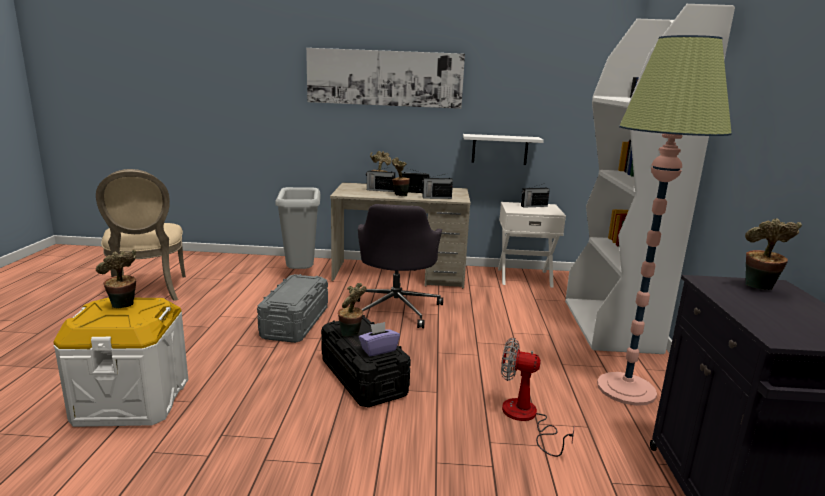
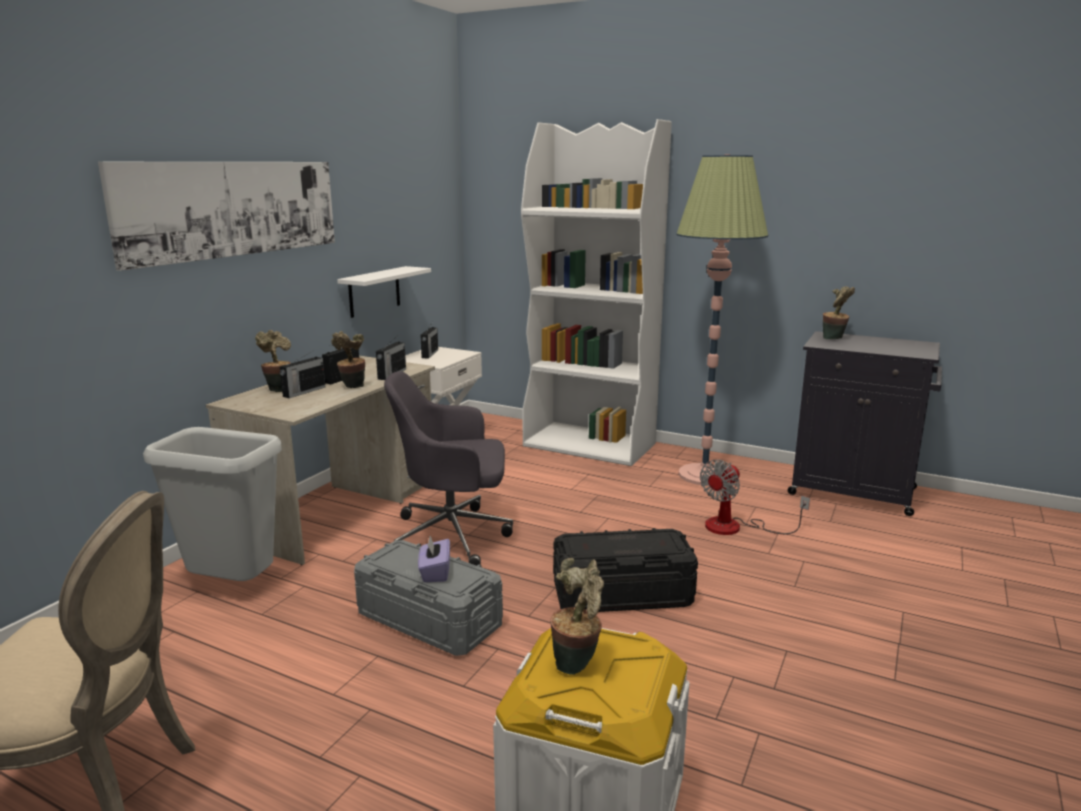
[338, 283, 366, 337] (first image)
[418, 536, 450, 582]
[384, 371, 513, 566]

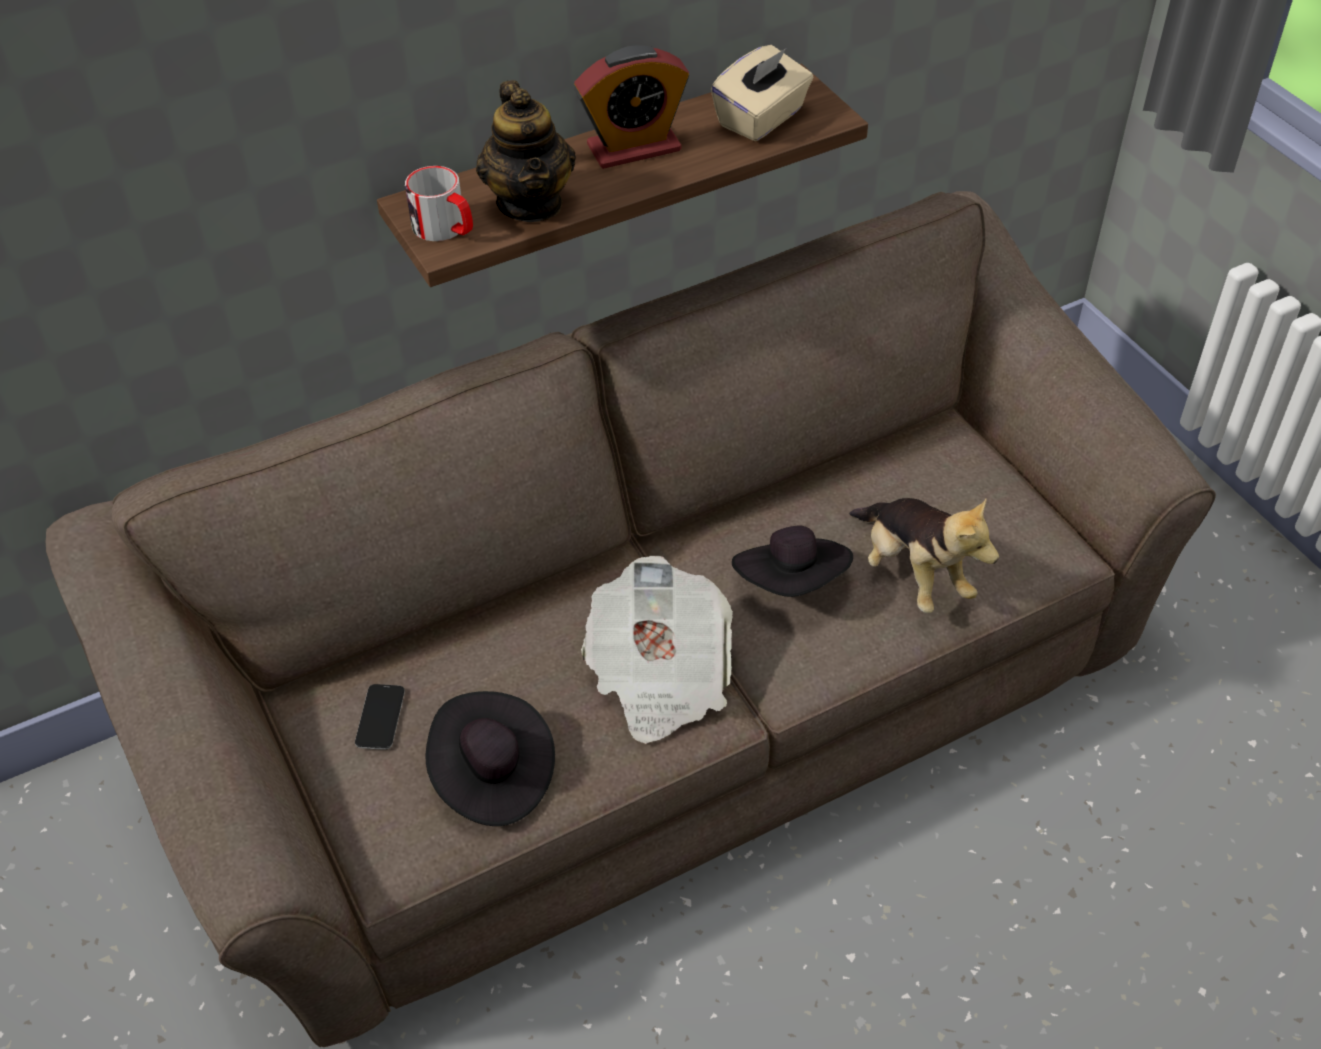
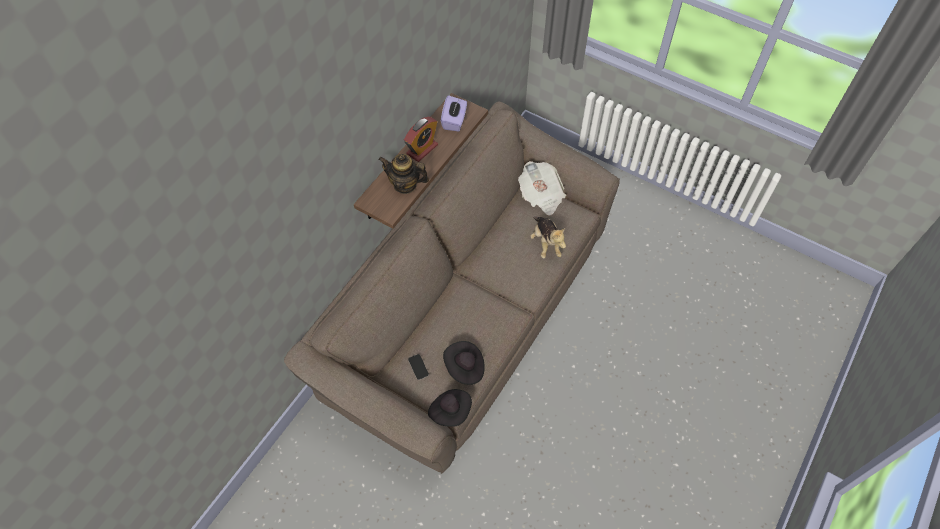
[405, 166, 473, 241] (first image)
[518, 161, 566, 215]
[428, 389, 472, 427]
[441, 95, 467, 132]
[379, 154, 429, 194]
[530, 217, 566, 259]

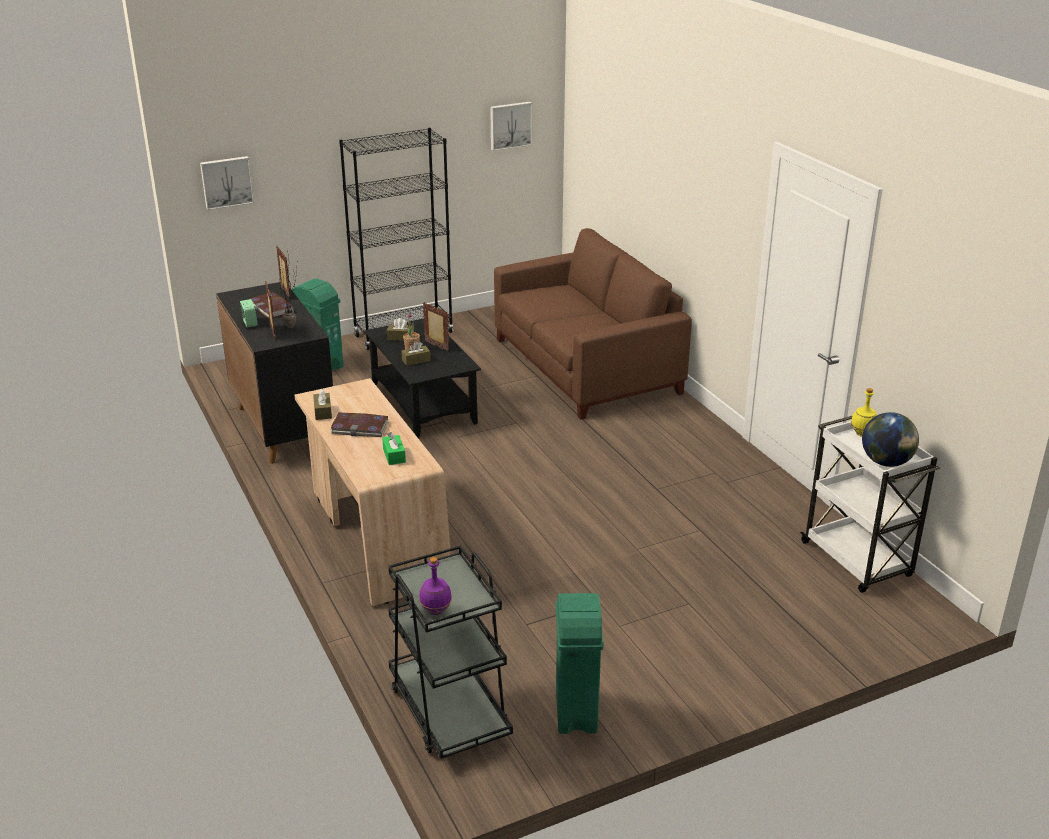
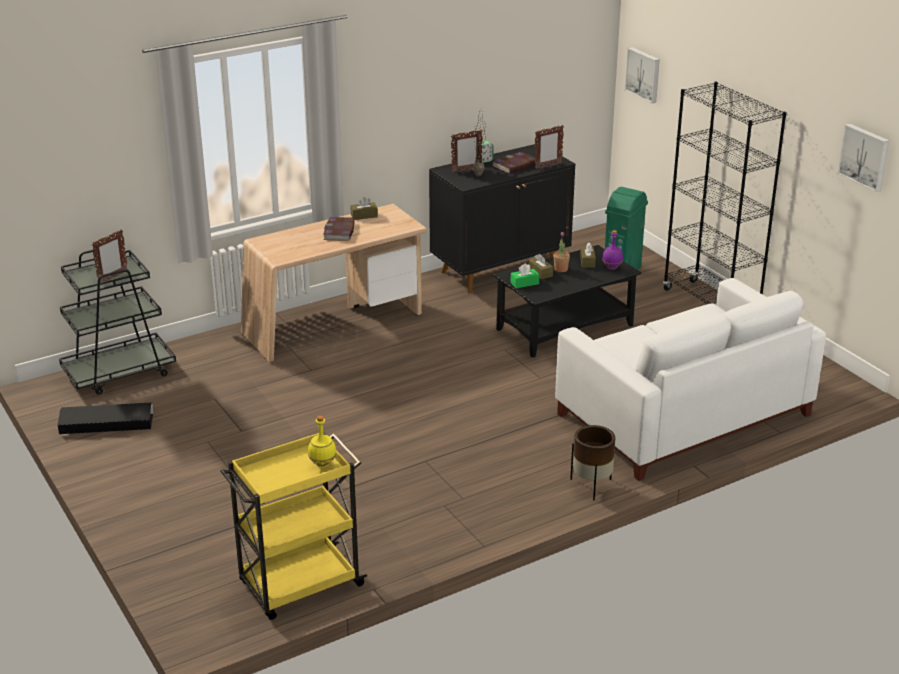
[862, 412, 919, 467] (first image)
[570, 425, 615, 501]
[511, 263, 539, 288]
[602, 230, 623, 270]
[92, 229, 128, 283]
[58, 402, 154, 435]
[555, 278, 826, 481]
[220, 432, 367, 620]

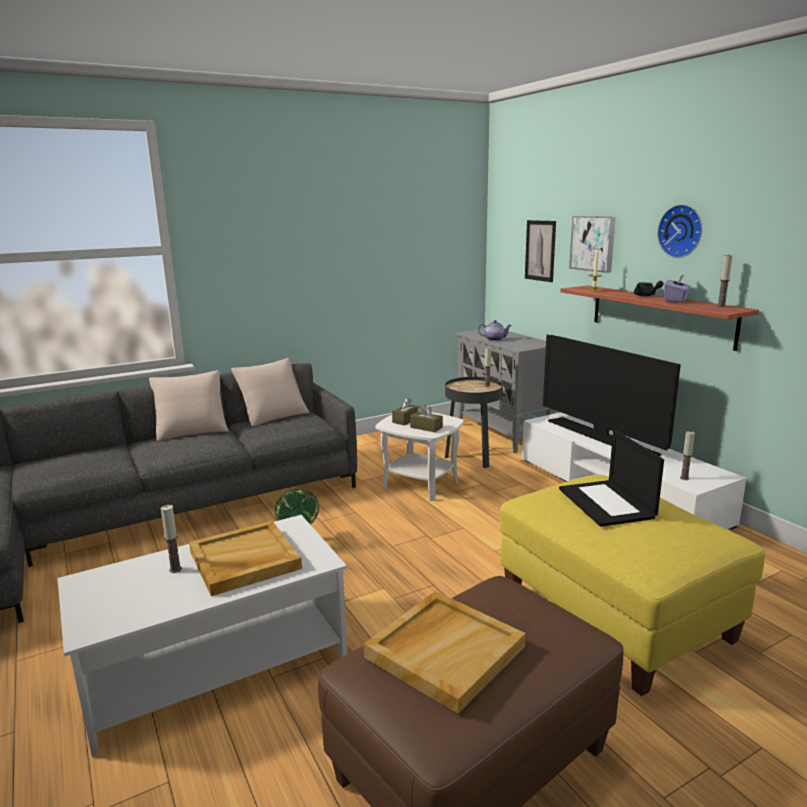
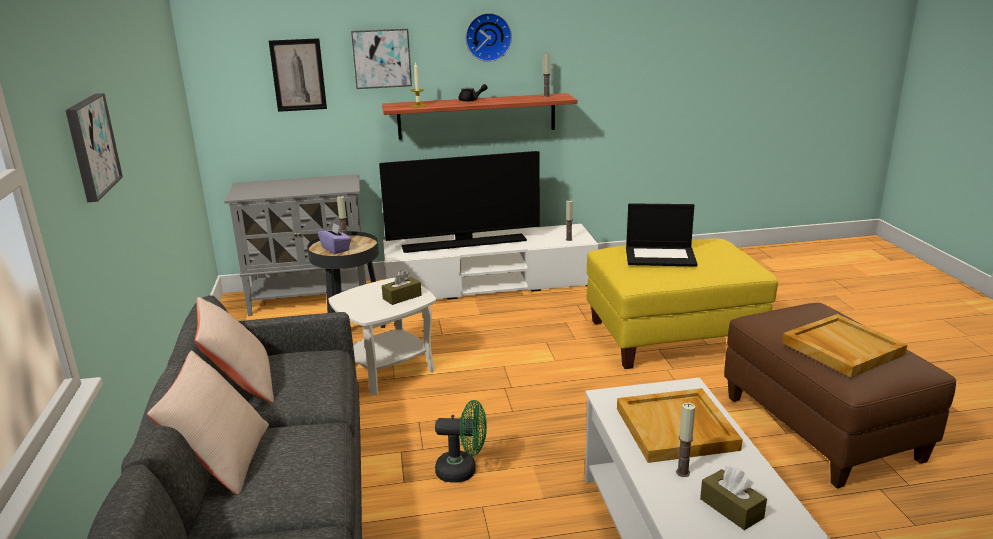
[478, 320, 512, 341] (first image)
[65, 93, 123, 202]
[700, 466, 767, 530]
[318, 223, 351, 254]

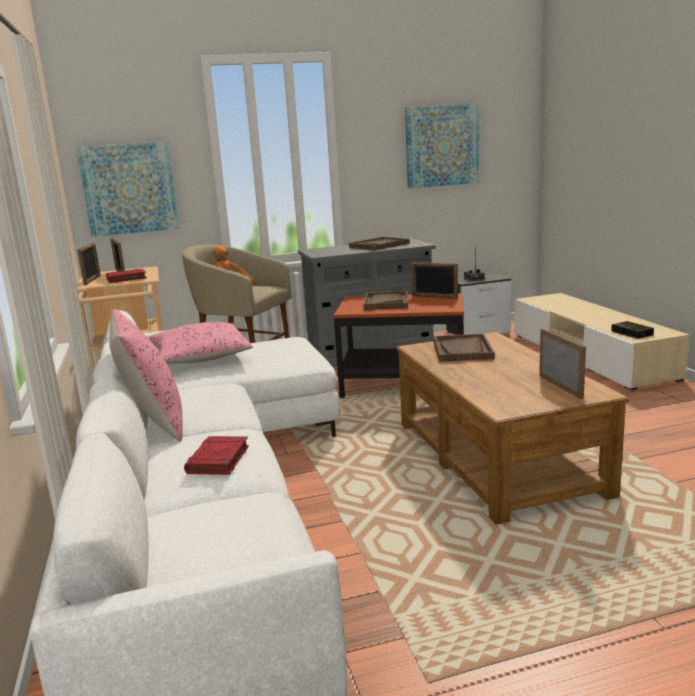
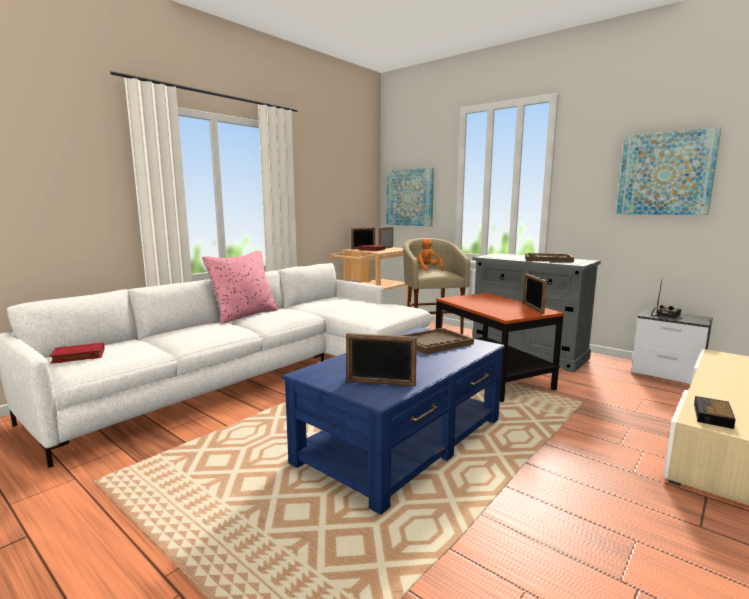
[149, 322, 253, 364] (first image)
[364, 291, 408, 310] (first image)
[49, 343, 105, 364]
[282, 327, 505, 515]
[346, 333, 417, 386]

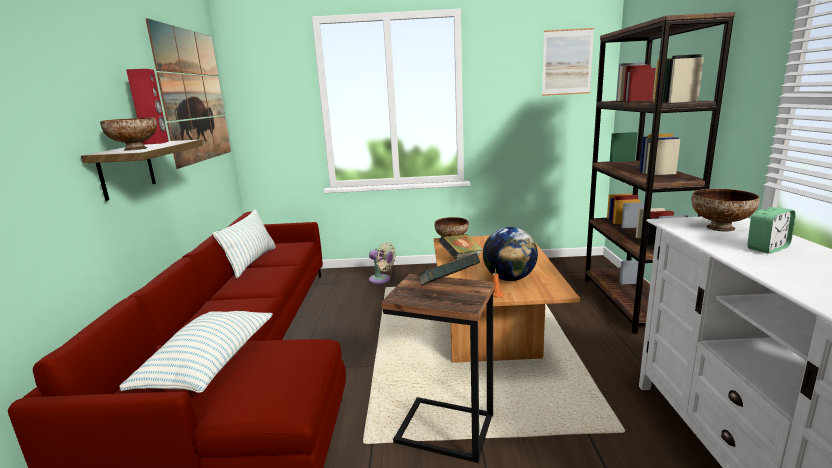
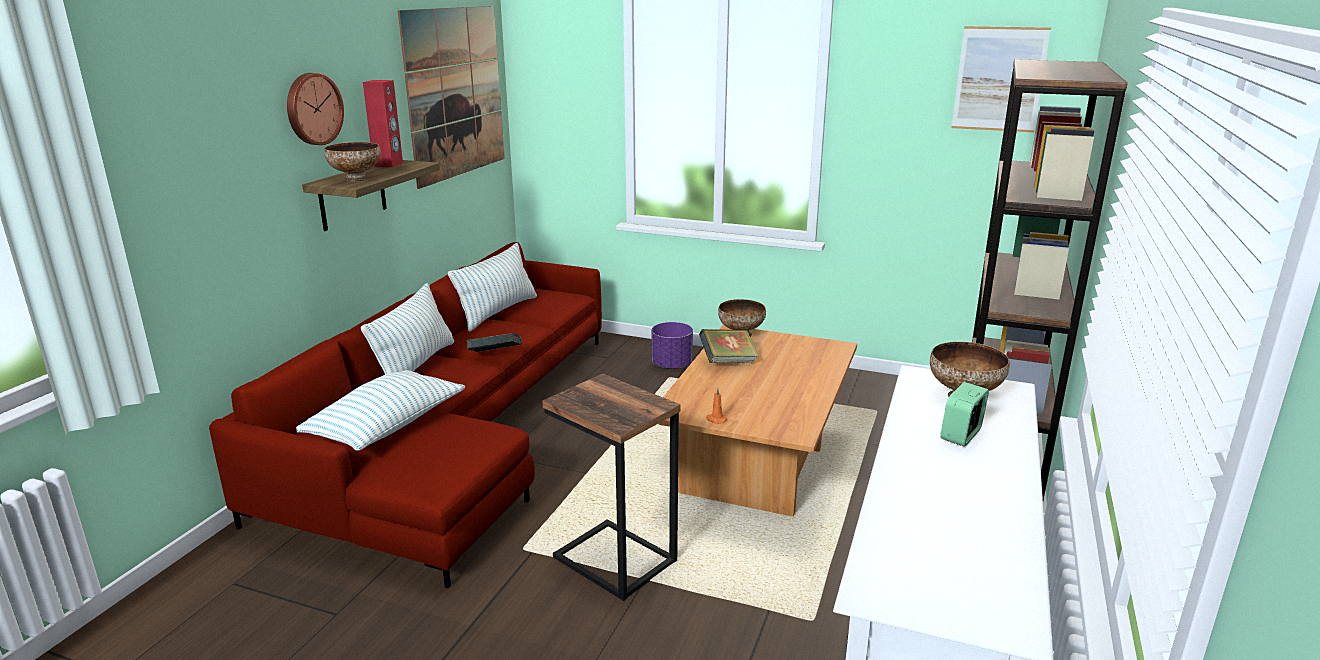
[483, 227, 538, 281] (first image)
[287, 73, 344, 145]
[361, 283, 454, 375]
[467, 333, 522, 352]
[652, 322, 693, 369]
[940, 382, 989, 446]

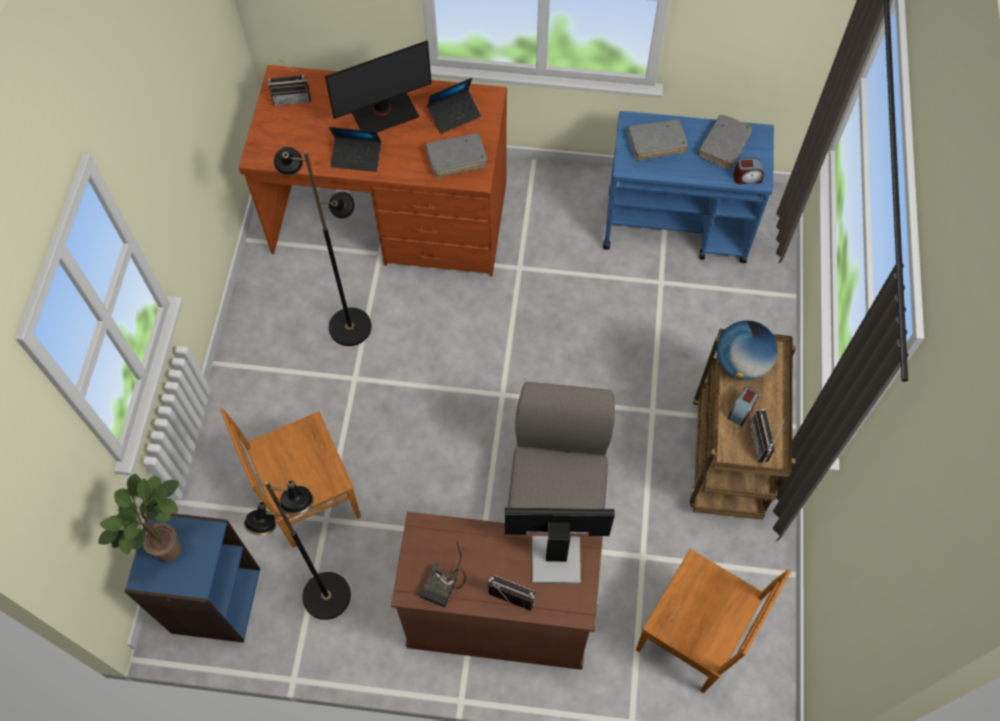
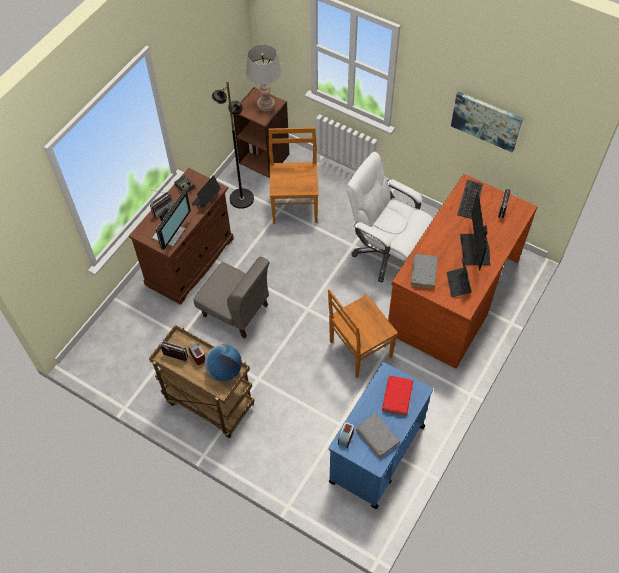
[451, 92, 523, 153]
[457, 180, 483, 219]
[191, 175, 221, 208]
[328, 289, 398, 378]
[246, 44, 282, 112]
[347, 152, 433, 282]
[233, 87, 290, 178]
[382, 376, 413, 416]

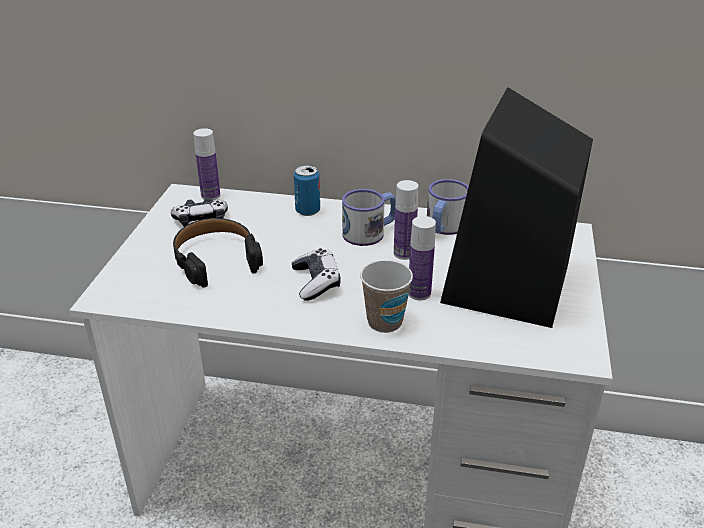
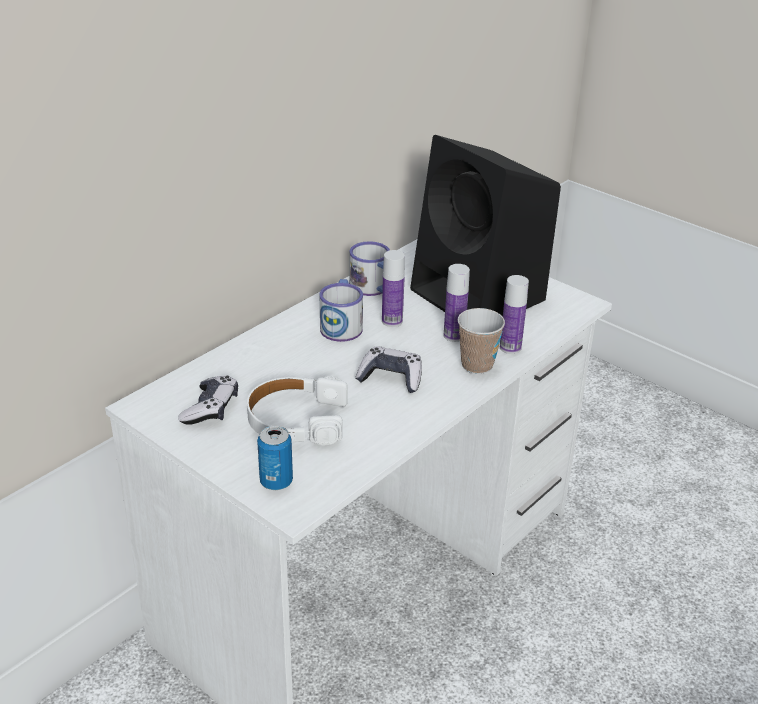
[500, 275, 529, 354]
[257, 426, 293, 490]
[247, 376, 348, 445]

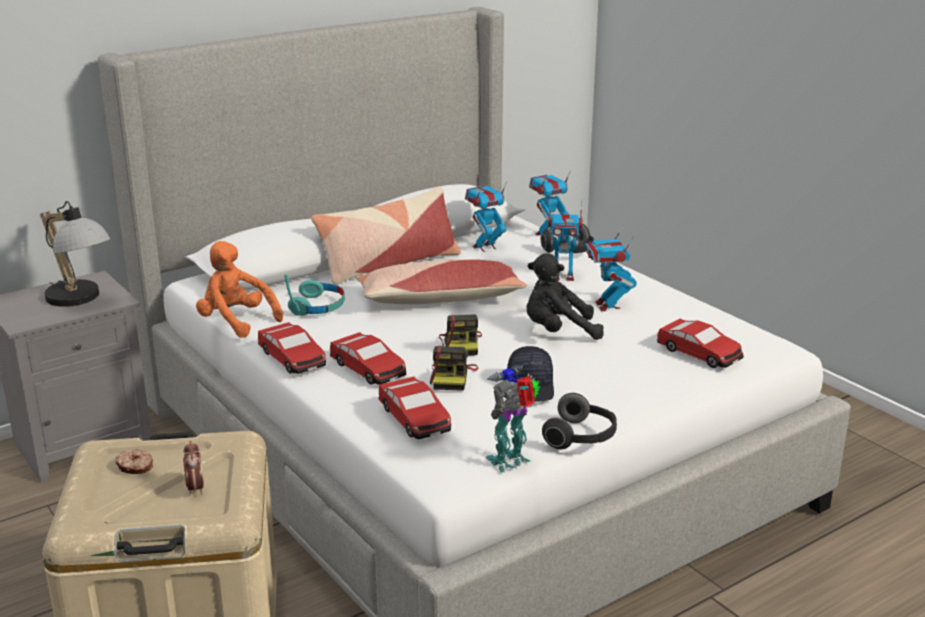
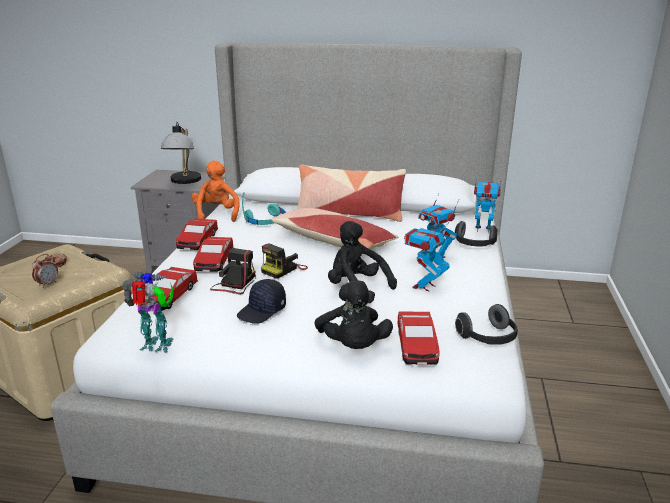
[465, 182, 507, 252] (first image)
[314, 280, 393, 349]
[455, 304, 518, 345]
[210, 248, 256, 294]

